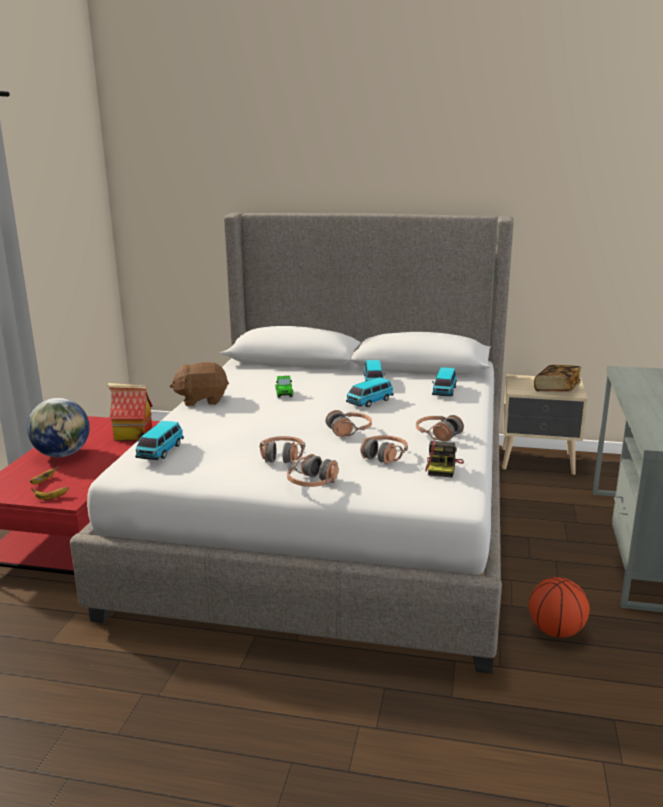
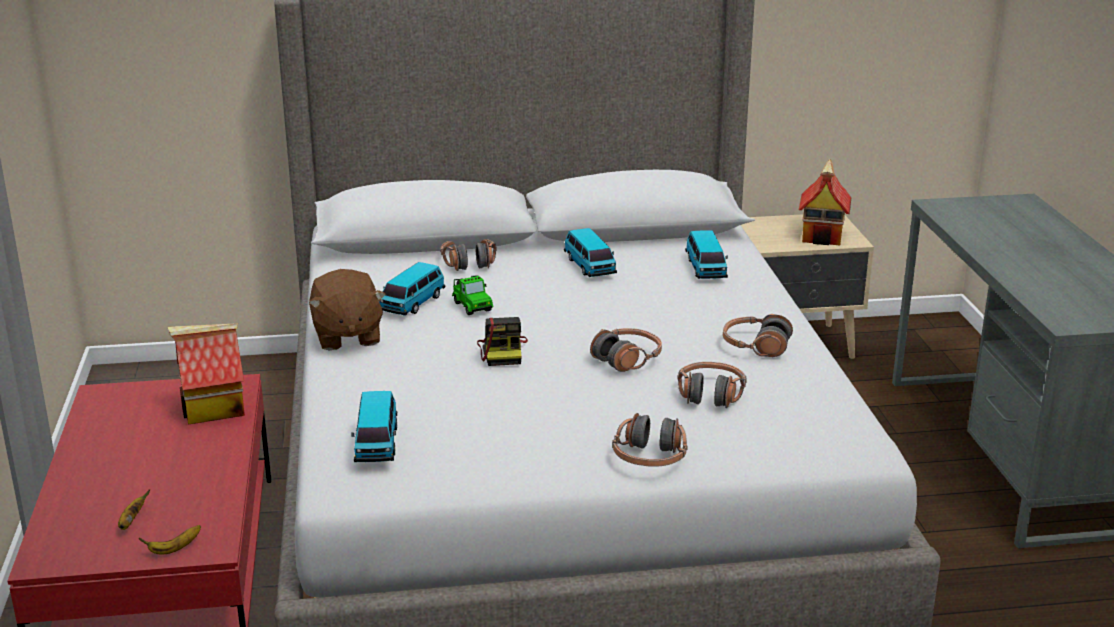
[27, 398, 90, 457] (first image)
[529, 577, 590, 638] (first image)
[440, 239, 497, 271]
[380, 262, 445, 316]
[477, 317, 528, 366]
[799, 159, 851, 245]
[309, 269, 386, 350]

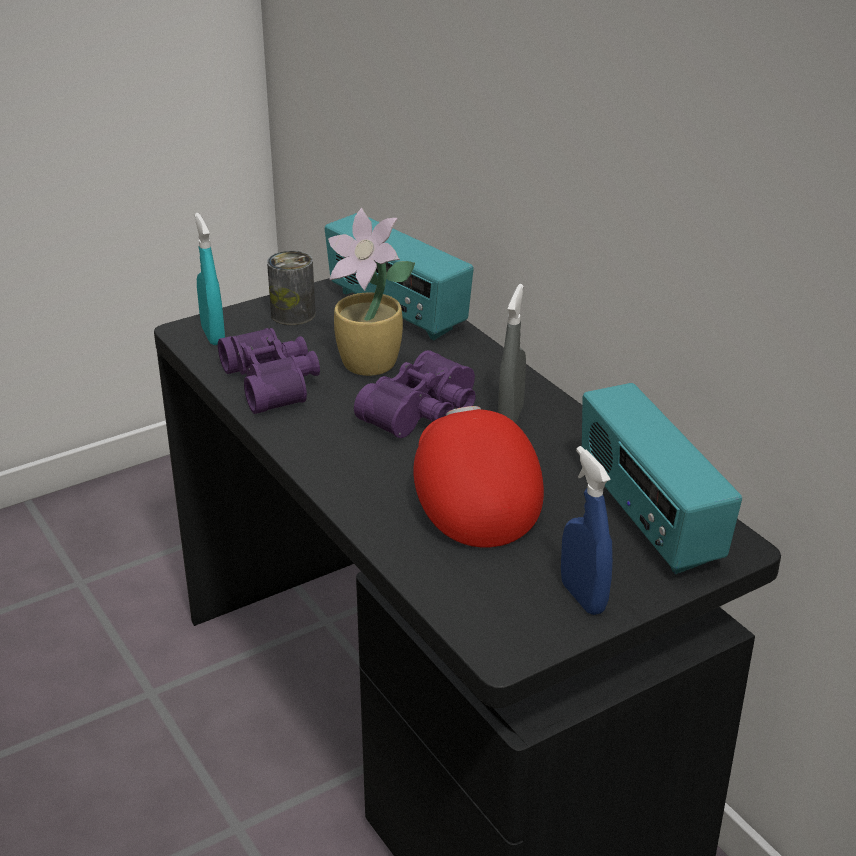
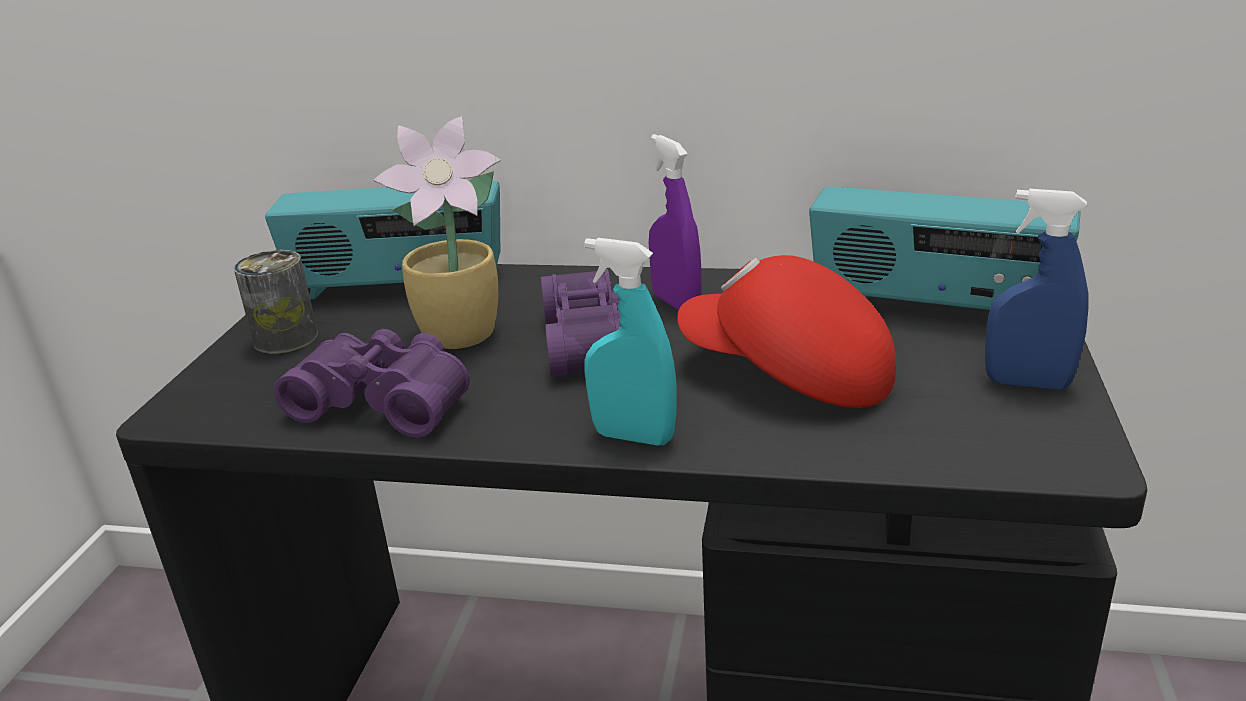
[584, 238, 677, 446]
[649, 134, 702, 310]

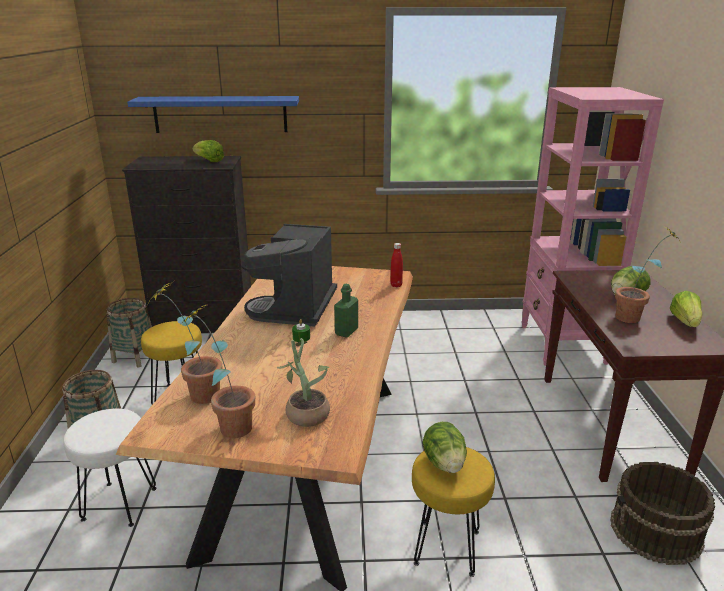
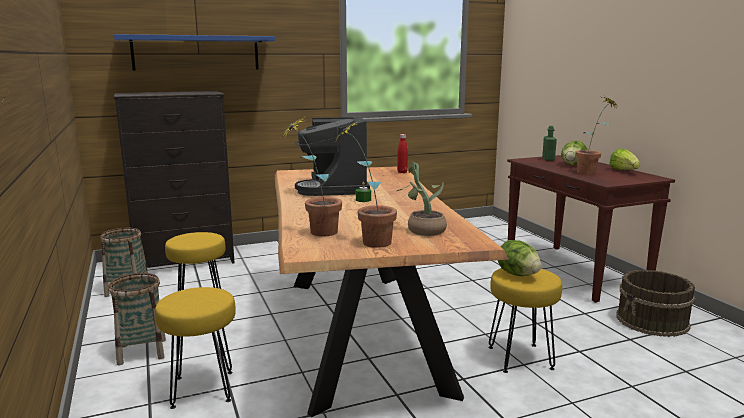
[192, 140, 224, 162] (first image)
[522, 87, 664, 366] (first image)
[542, 126, 557, 161]
[155, 287, 236, 409]

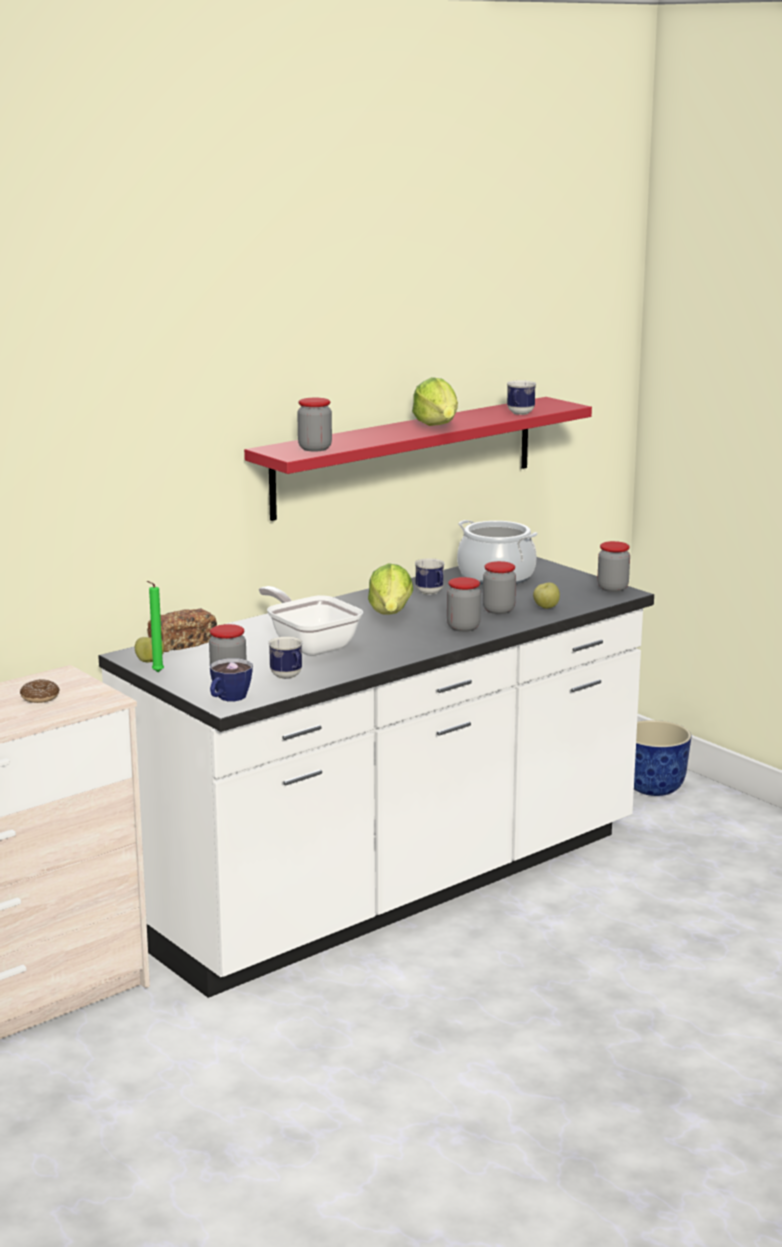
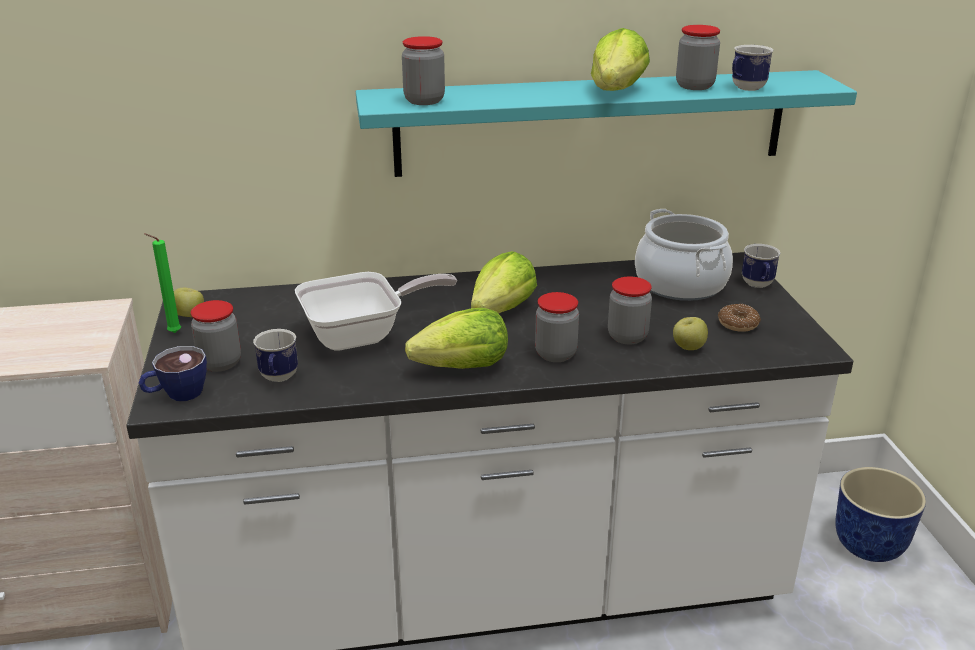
[147, 609, 217, 652] (first image)
[405, 308, 508, 369]
[718, 304, 761, 332]
[742, 244, 780, 288]
[676, 25, 720, 90]
[356, 70, 857, 177]
[295, 272, 457, 351]

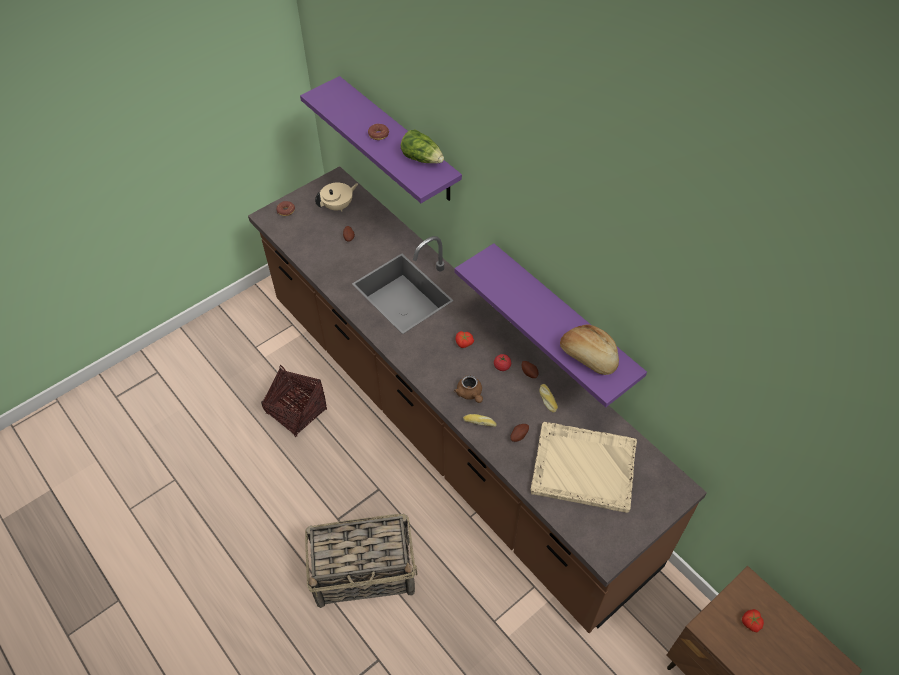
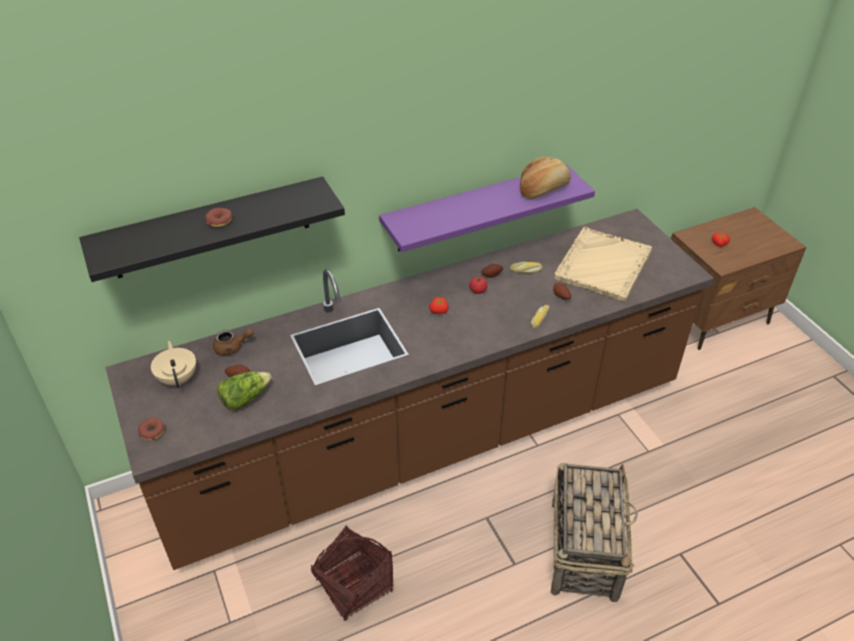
[217, 372, 272, 410]
[213, 328, 254, 356]
[79, 177, 345, 282]

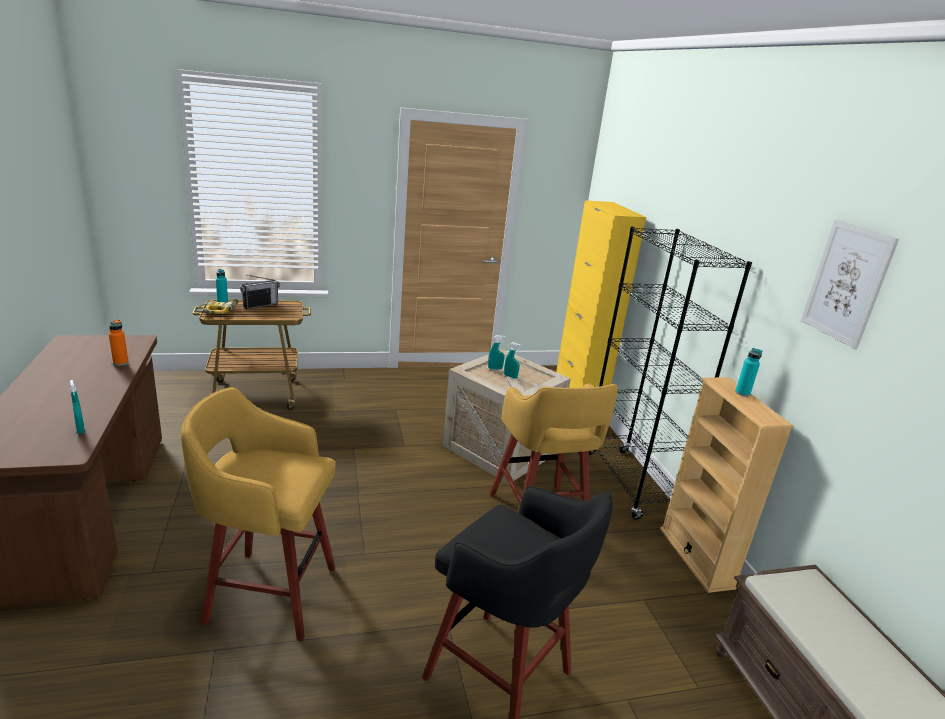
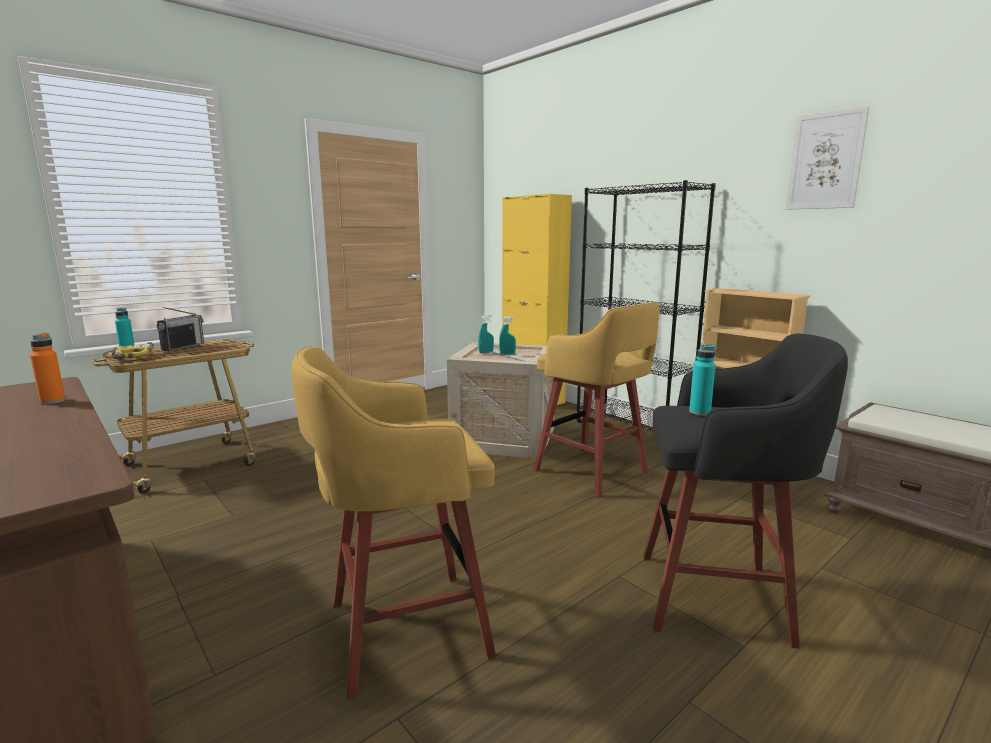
[70, 380, 85, 434] (first image)
[689, 344, 716, 416]

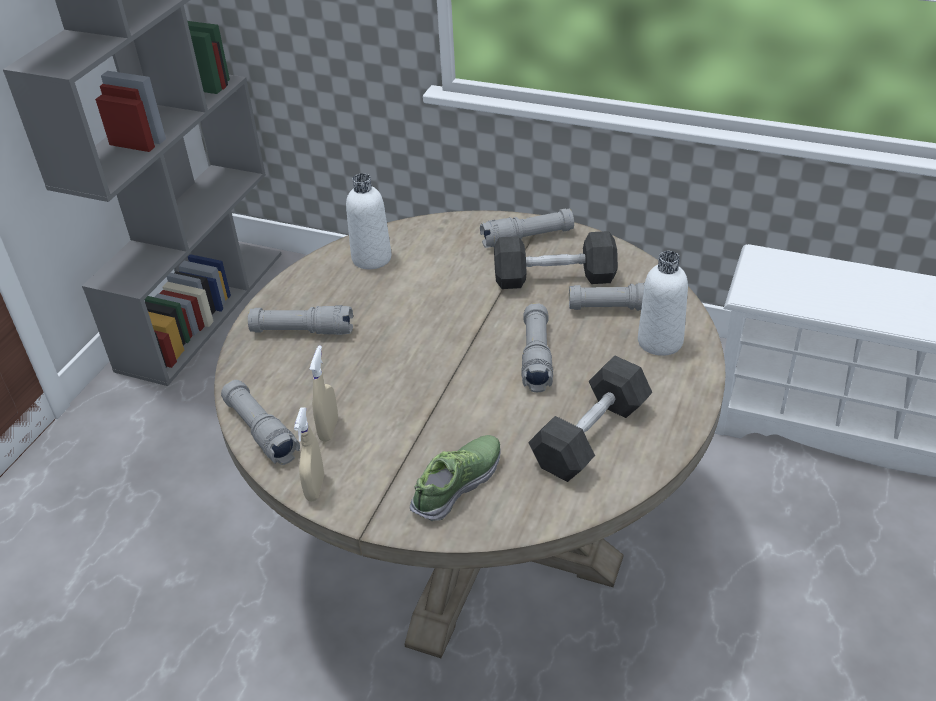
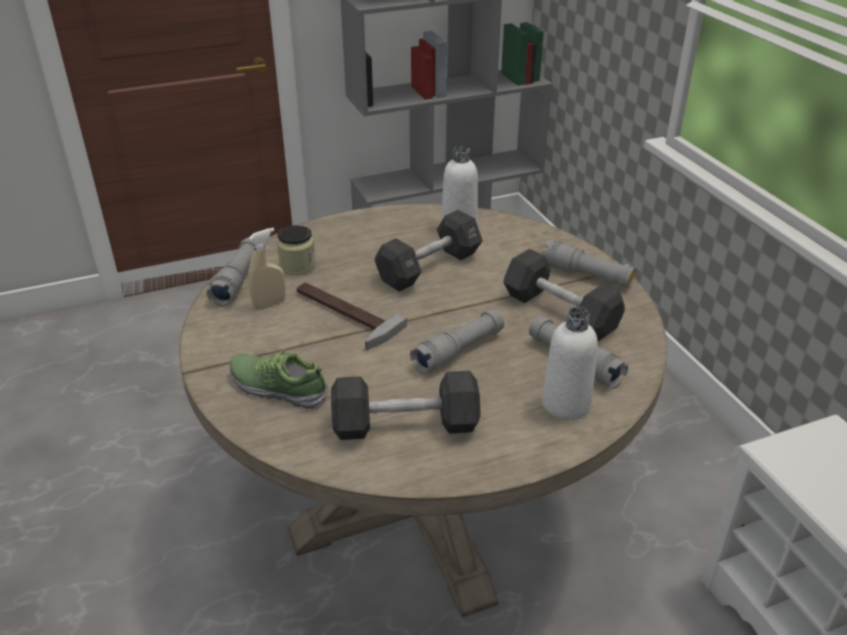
[248, 305, 353, 335] (first image)
[294, 408, 324, 501] (first image)
[277, 225, 316, 275]
[297, 283, 407, 350]
[374, 210, 483, 292]
[230, 349, 329, 409]

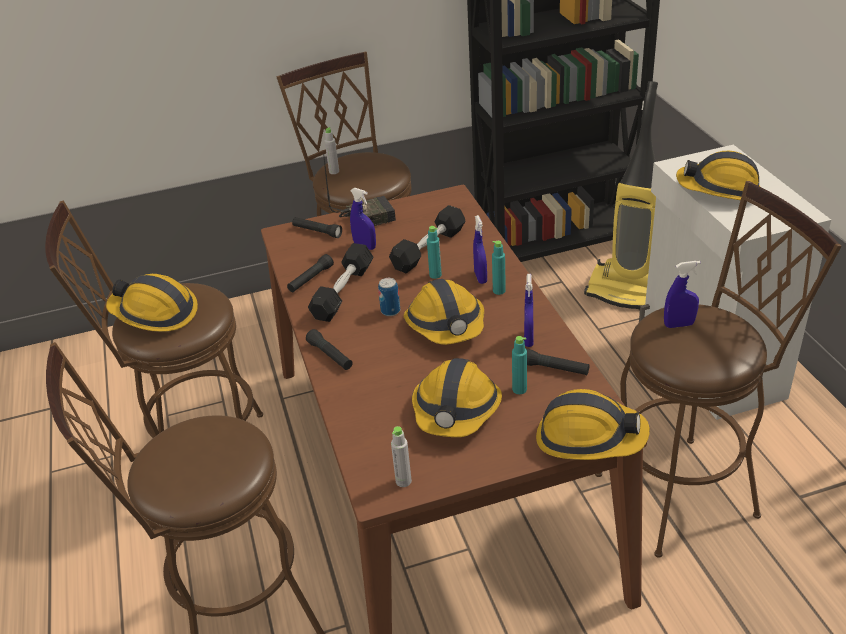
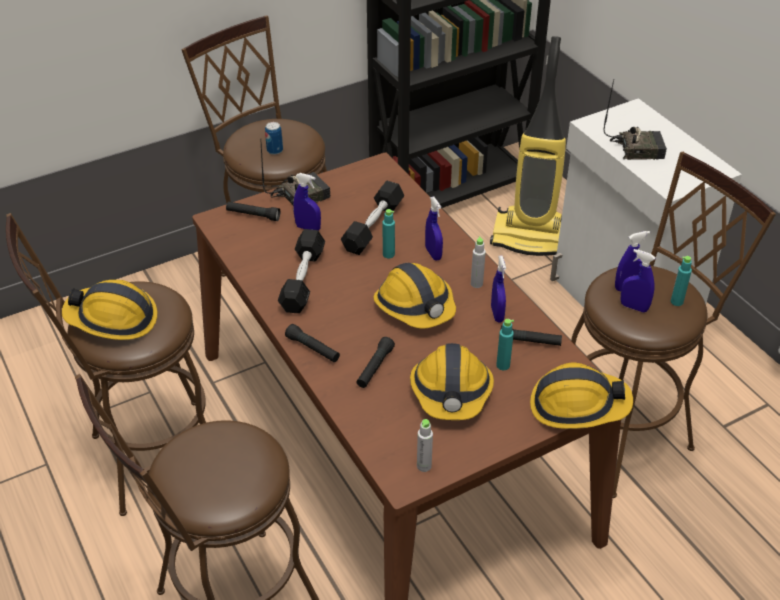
[621, 249, 655, 313]
[357, 337, 395, 388]
[471, 236, 486, 288]
[265, 122, 283, 155]
[671, 256, 692, 306]
[604, 80, 667, 160]

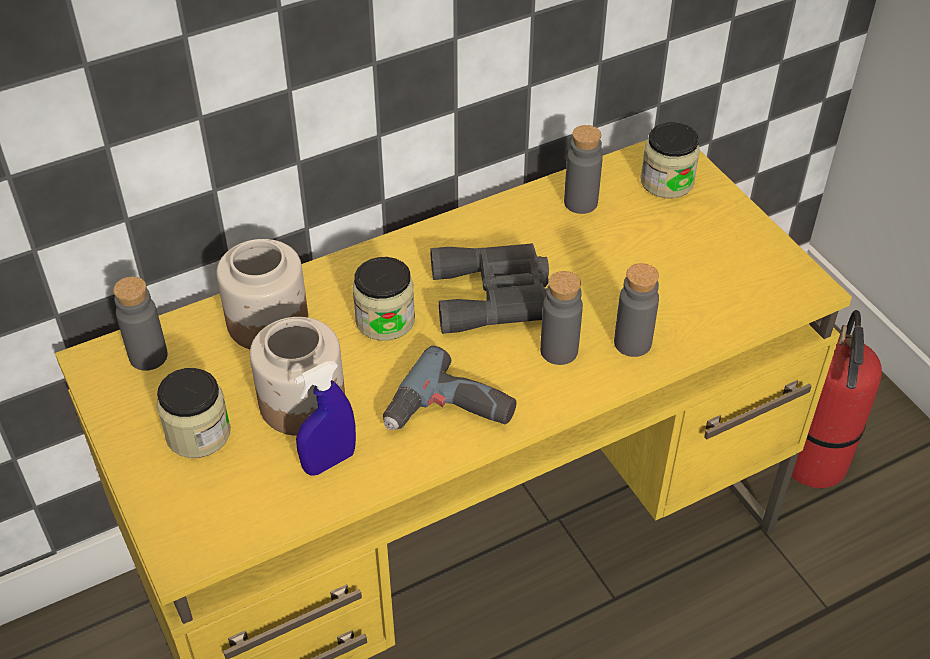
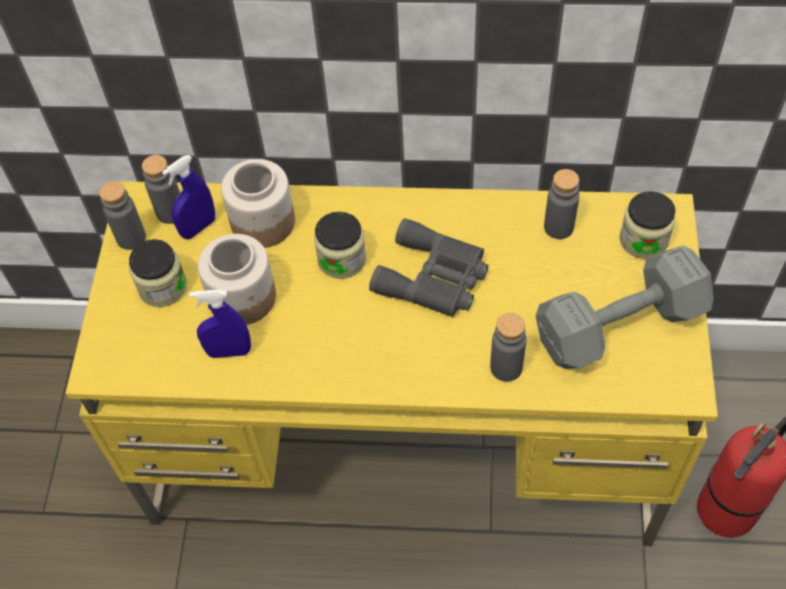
[383, 345, 517, 430] (first image)
[162, 155, 215, 239]
[536, 246, 714, 369]
[99, 181, 146, 250]

